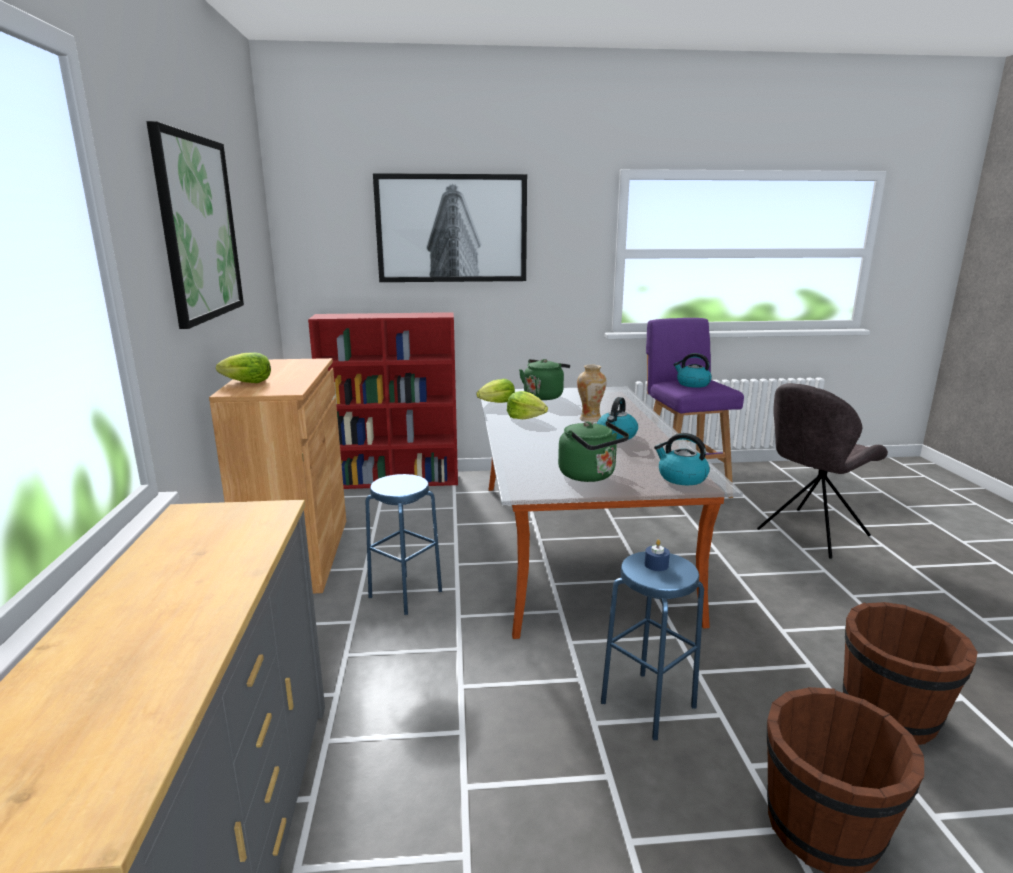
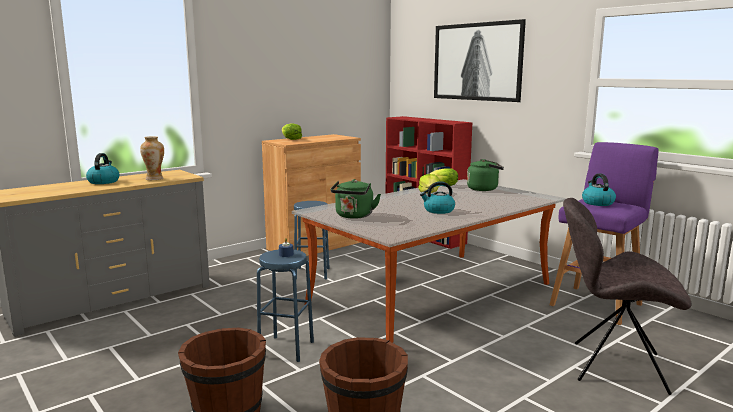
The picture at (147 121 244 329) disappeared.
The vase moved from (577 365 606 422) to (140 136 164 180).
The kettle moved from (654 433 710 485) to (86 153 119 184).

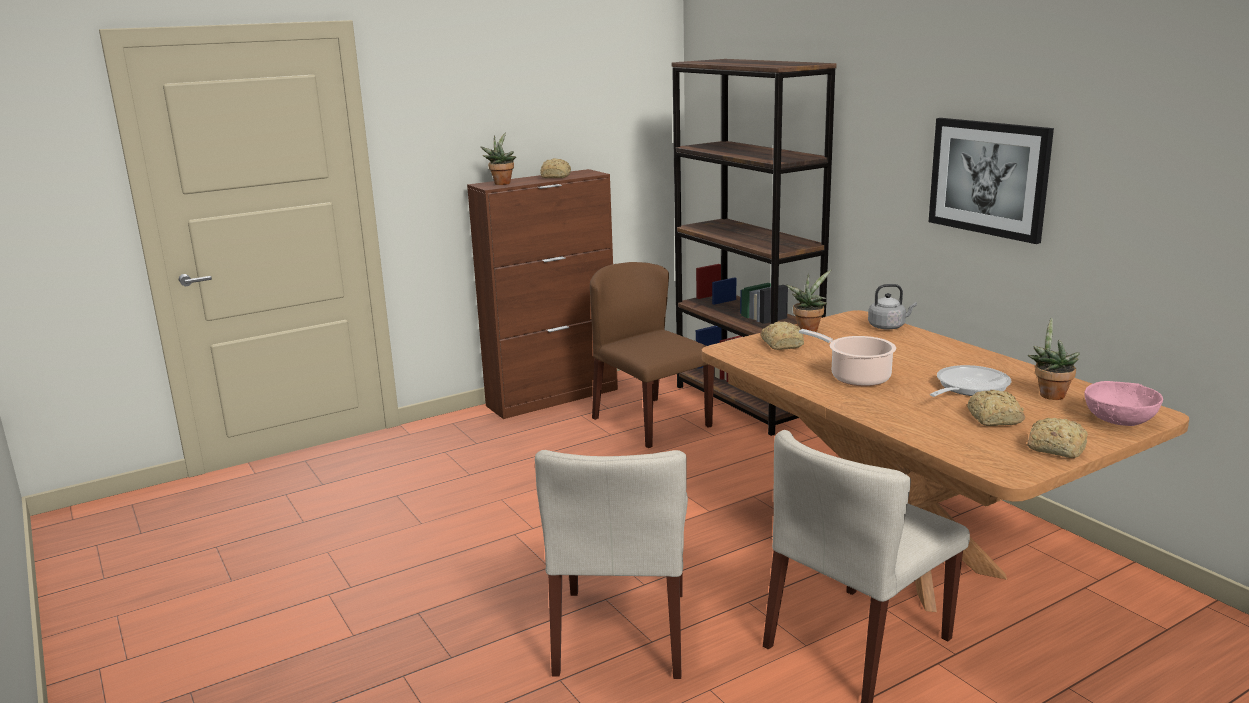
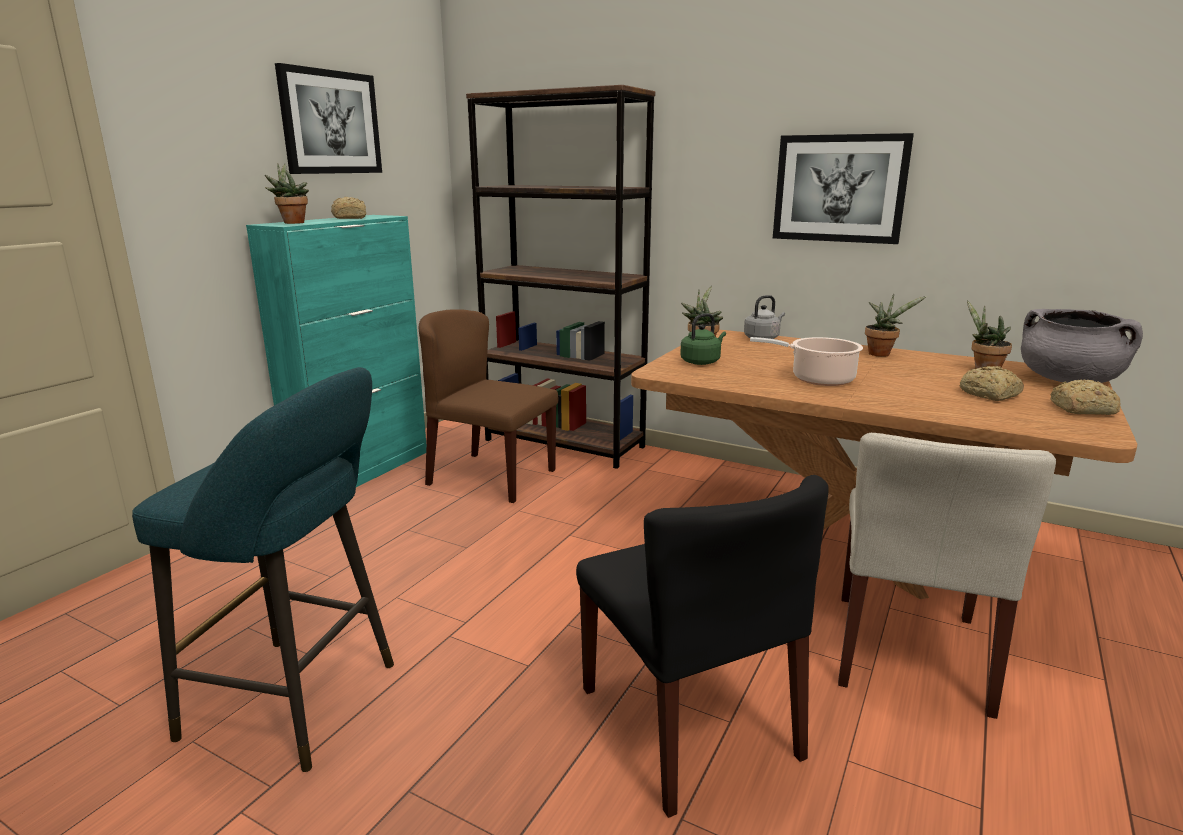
The cabinet/brown at (467 169 618 419) became the cabinet/turquoise at (246 215 426 487).
The bread at (760 321 804 350) was replaced by the kettle/green at (680 313 726 365).
The frying pan at (930 365 1011 397) disappeared.
The bowl/pink at (1084 381 1163 426) was replaced by the cooking pot/grey at (1021 309 1143 383).
The chair/beige at (535 450 688 679) became the chair/black at (576 475 829 818).
The picture at (275 63 382 174) appeared.
The potted plant at (865 294 927 357) appeared.
The stool/turquoise at (132 367 394 772) appeared.

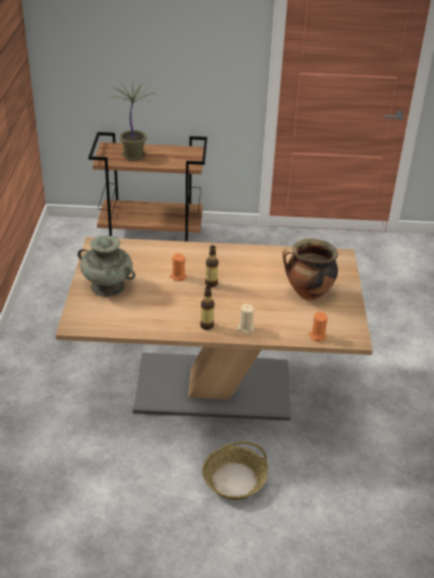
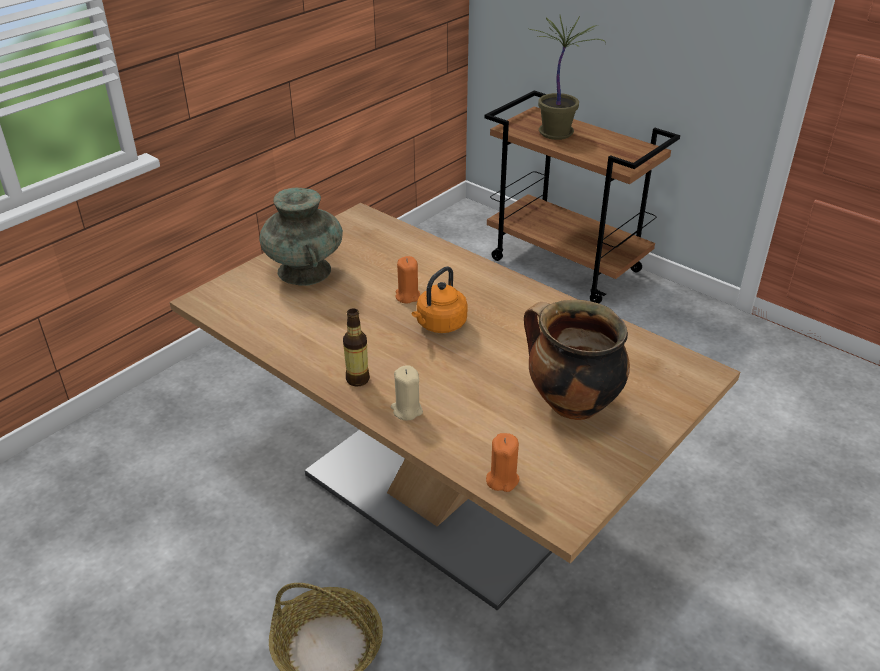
The bottle at (205 245 218 288) was replaced by the kettle/orange at (412 266 468 333).

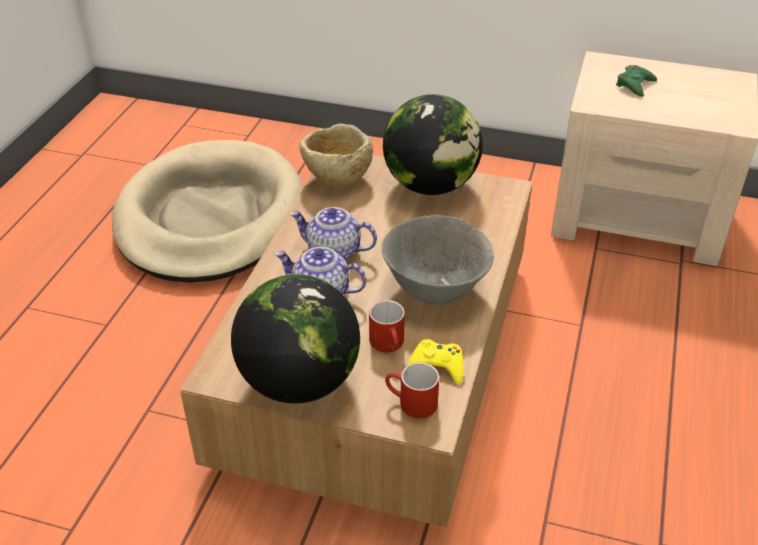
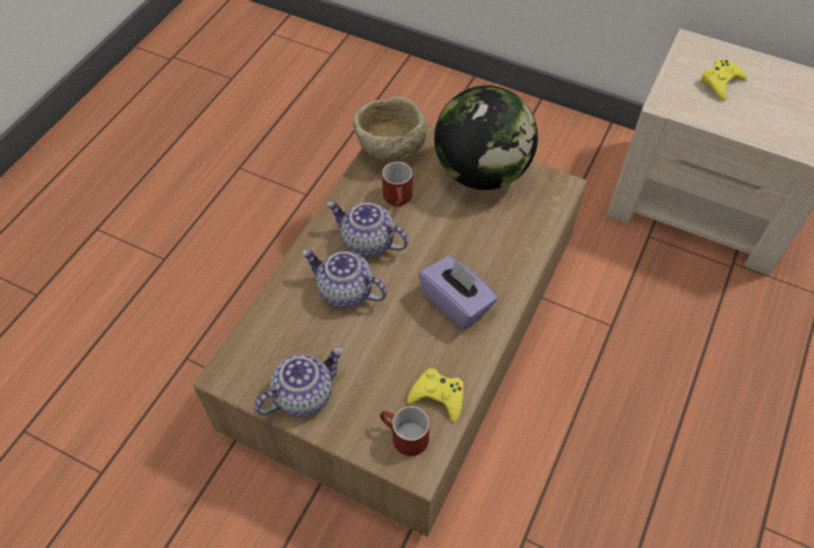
The game controller/green at (616 65 657 97) became the game controller/yellow at (700 59 747 101).
The dog bed/beige at (112 140 303 283) disappeared.
The bowl/grey at (382 215 494 304) was replaced by the tissue box/purple at (419 256 498 330).
The globe at (231 274 360 404) was replaced by the teapot at (255 347 344 417).
The mug/red moved from (369 300 405 352) to (382 162 413 207).

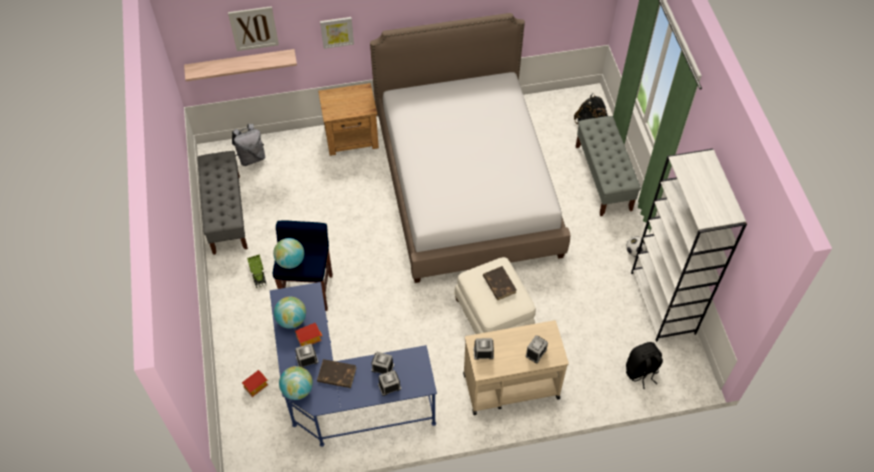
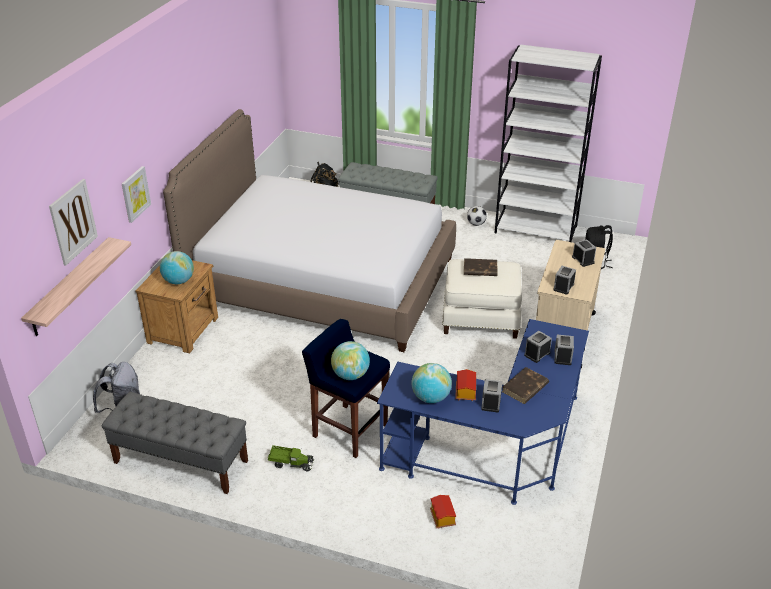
The globe moved from (279 366 313 400) to (160 251 194 284).

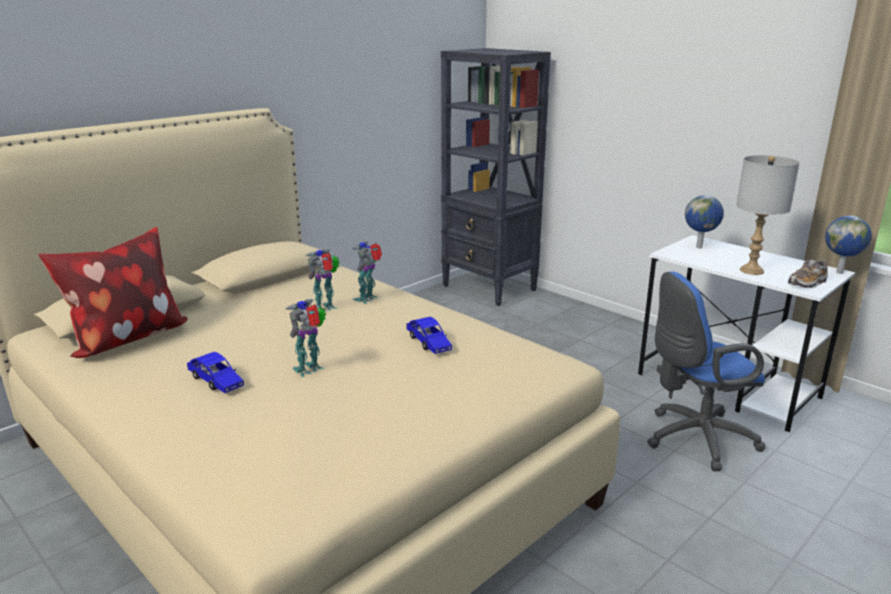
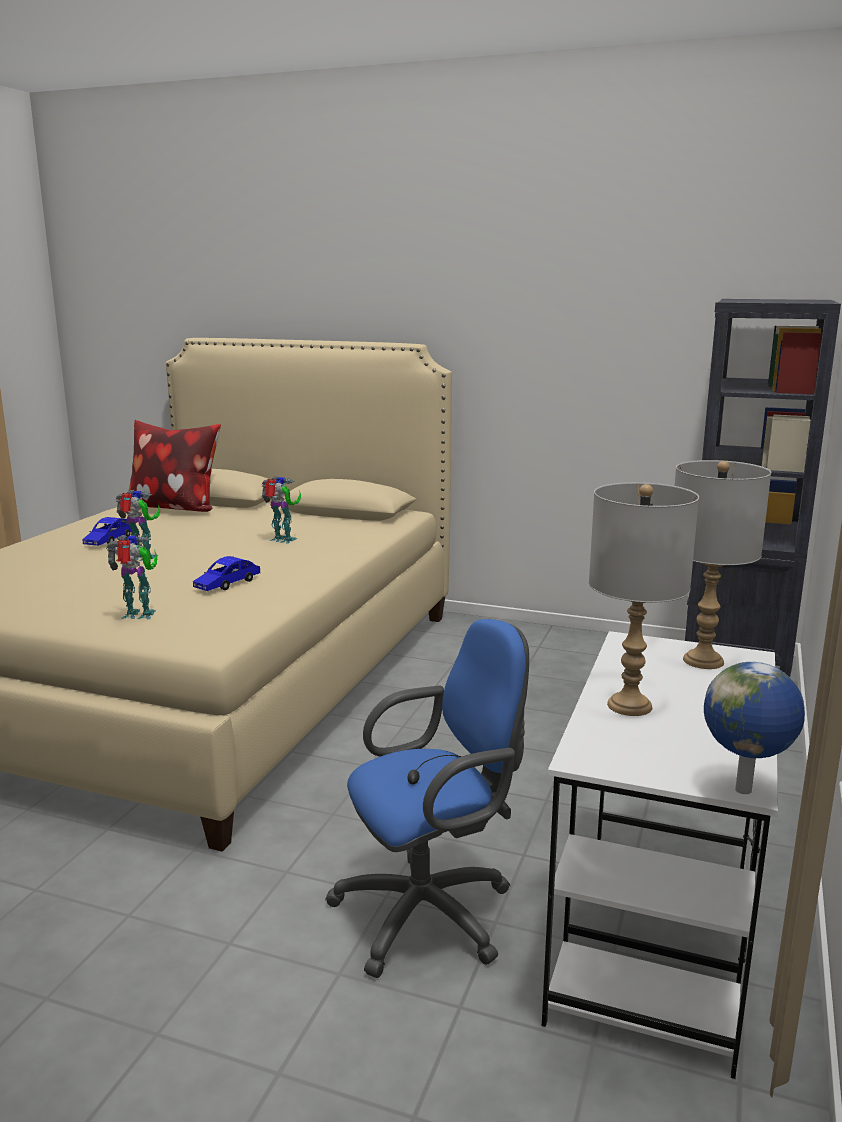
The globe at (685 195 724 248) was replaced by the table lamp/grey at (675 460 771 669).
The toy robot moved from (352 241 382 304) to (106 535 158 620).
The shoe at (788 260 828 288) disappeared.
The office chair/blue at (647 271 765 471) turned 105 degrees clockwise.

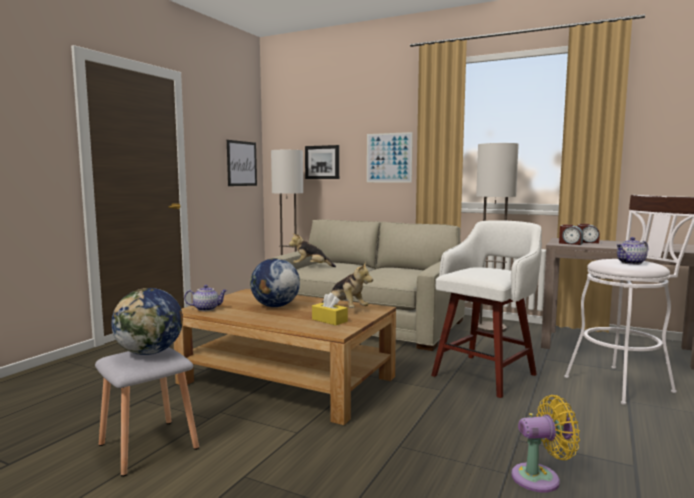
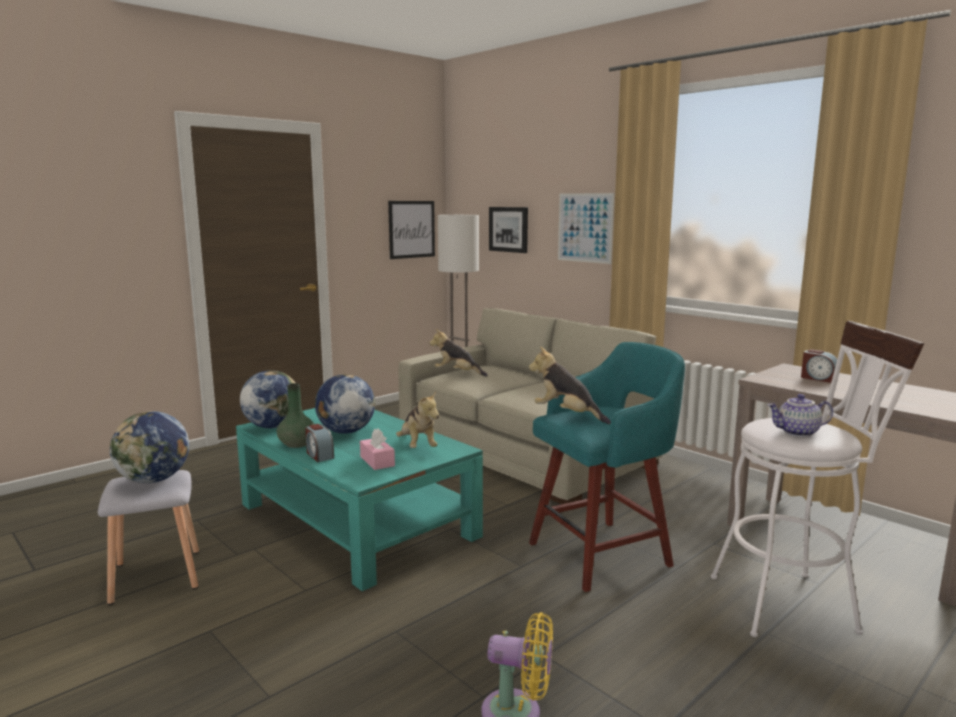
The floor lamp at (476 143 519 333) disappeared.
The stool/white at (431 220 542 398) became the stool/turquoise at (529 342 685 592).
The alarm clock moved from (559 224 583 245) to (305 424 334 462).
The teapot at (184 285 228 311) was replaced by the globe at (240 370 296 428).
The coffee table/brown at (174 289 396 425) became the coffee table/turquoise at (236 408 483 591).
The tissue box/yellow at (312 293 348 325) became the tissue box/pink at (360 428 395 470).
The plush toy at (529 346 611 424) appeared.
The vase/green at (277 383 314 448) appeared.

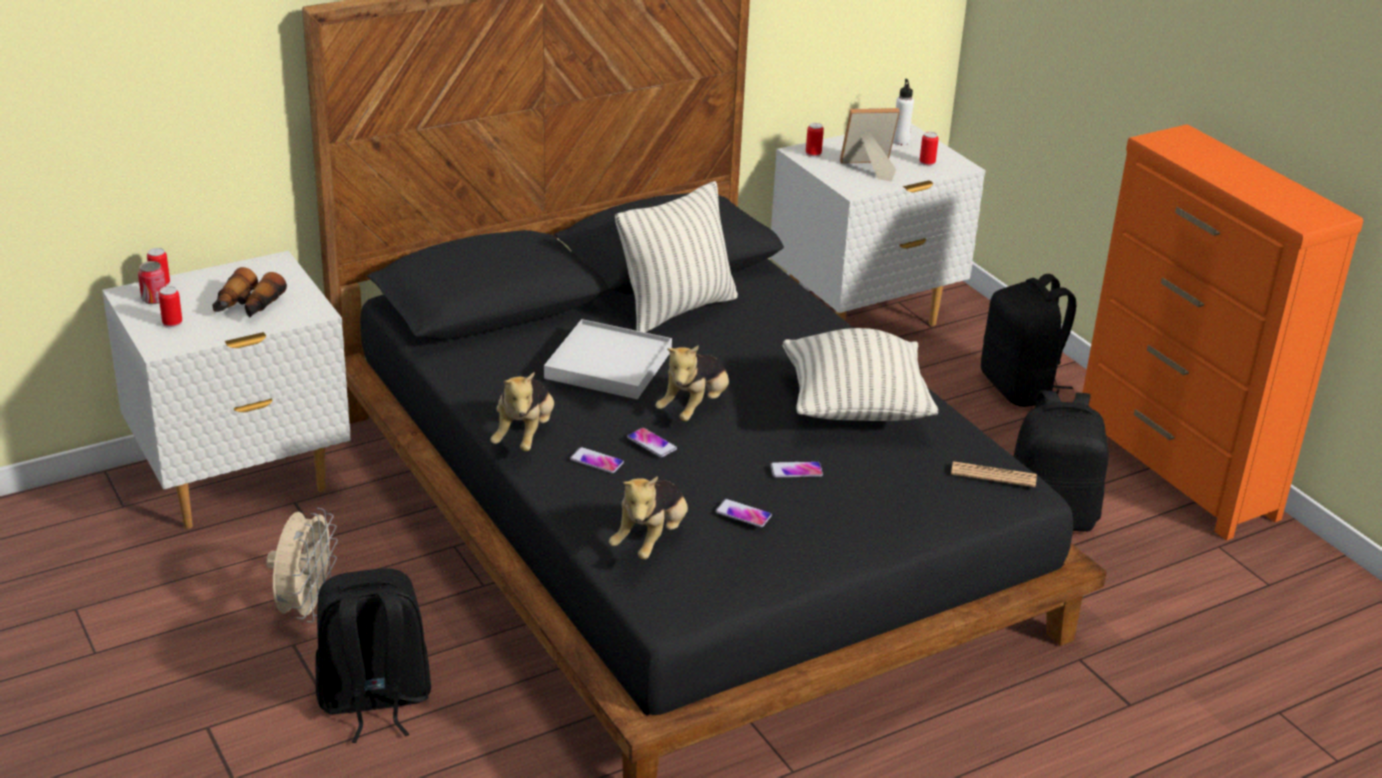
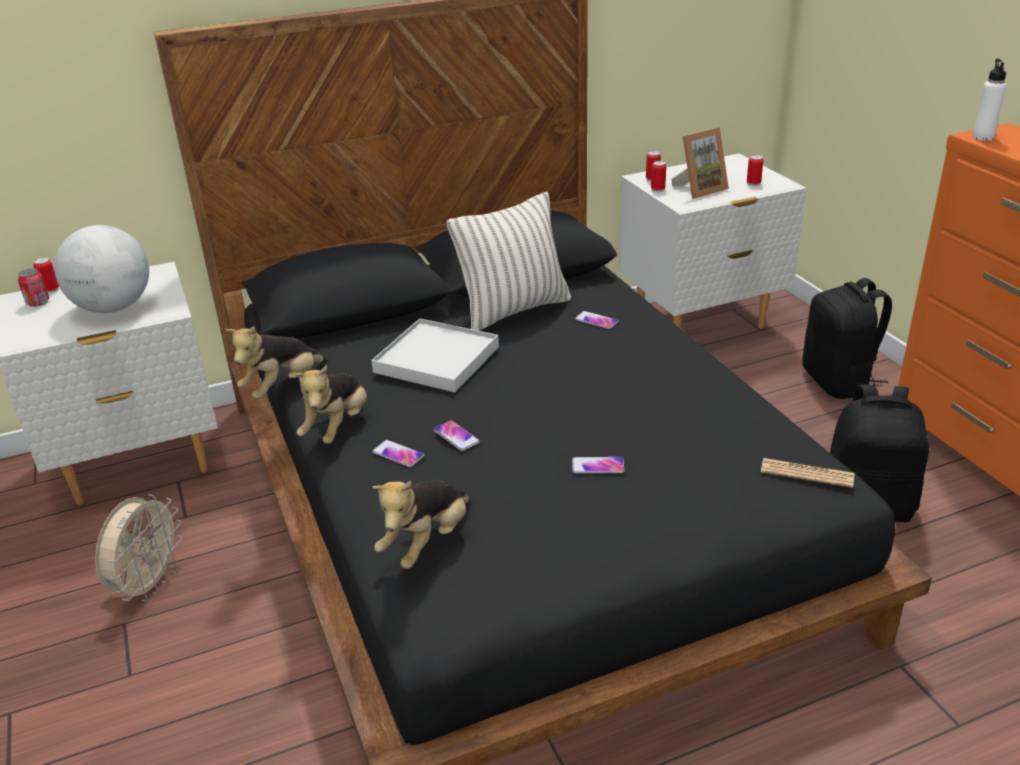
The bottle/white moved from (893 79 914 145) to (973 59 1007 141).
The picture frame at (840 108 900 182) turned 150 degrees clockwise.
The binoculars at (213 267 287 317) was replaced by the globe at (54 225 149 313).
The can moved from (158 286 182 329) to (651 161 666 192).
The pillow at (782 328 938 421) disappeared.
The plush toy moved from (655 345 729 421) to (225 326 327 399).
The phone moved from (715 499 772 527) to (575 311 619 329).
The backpack/black at (315 568 431 743) disappeared.

